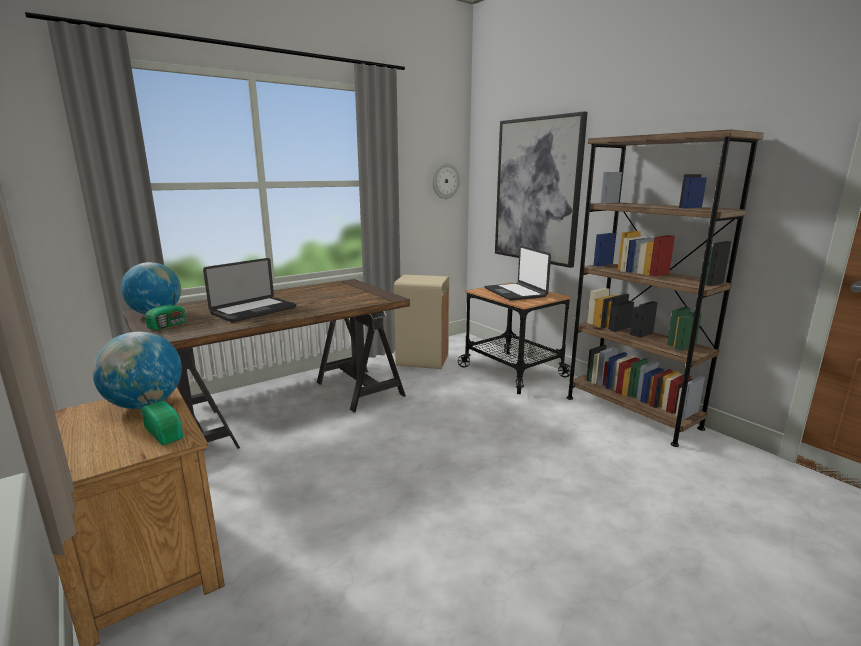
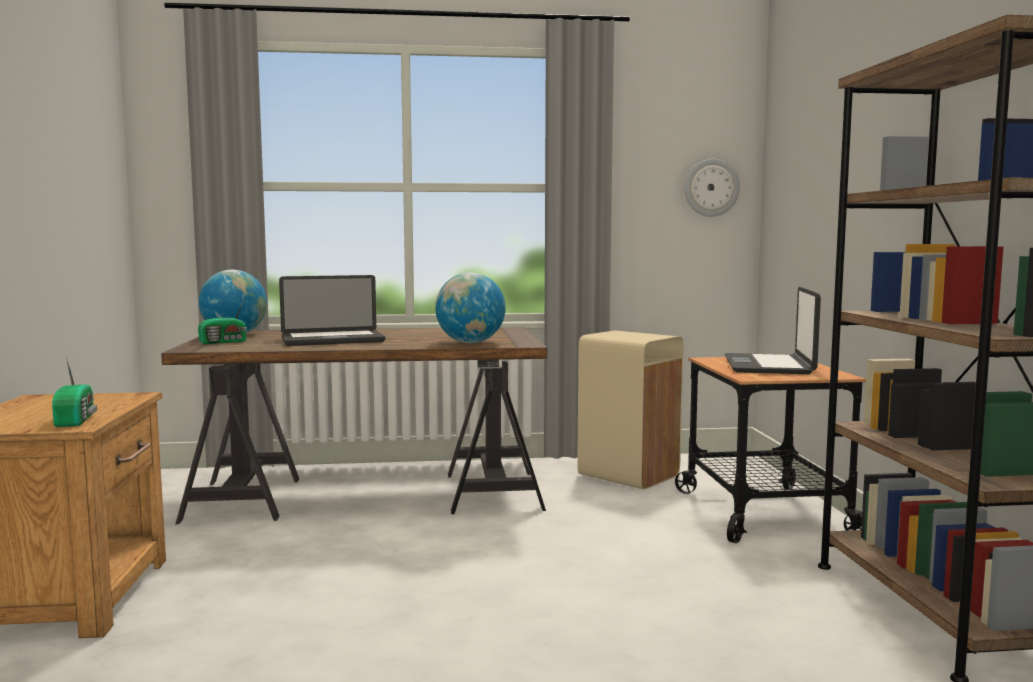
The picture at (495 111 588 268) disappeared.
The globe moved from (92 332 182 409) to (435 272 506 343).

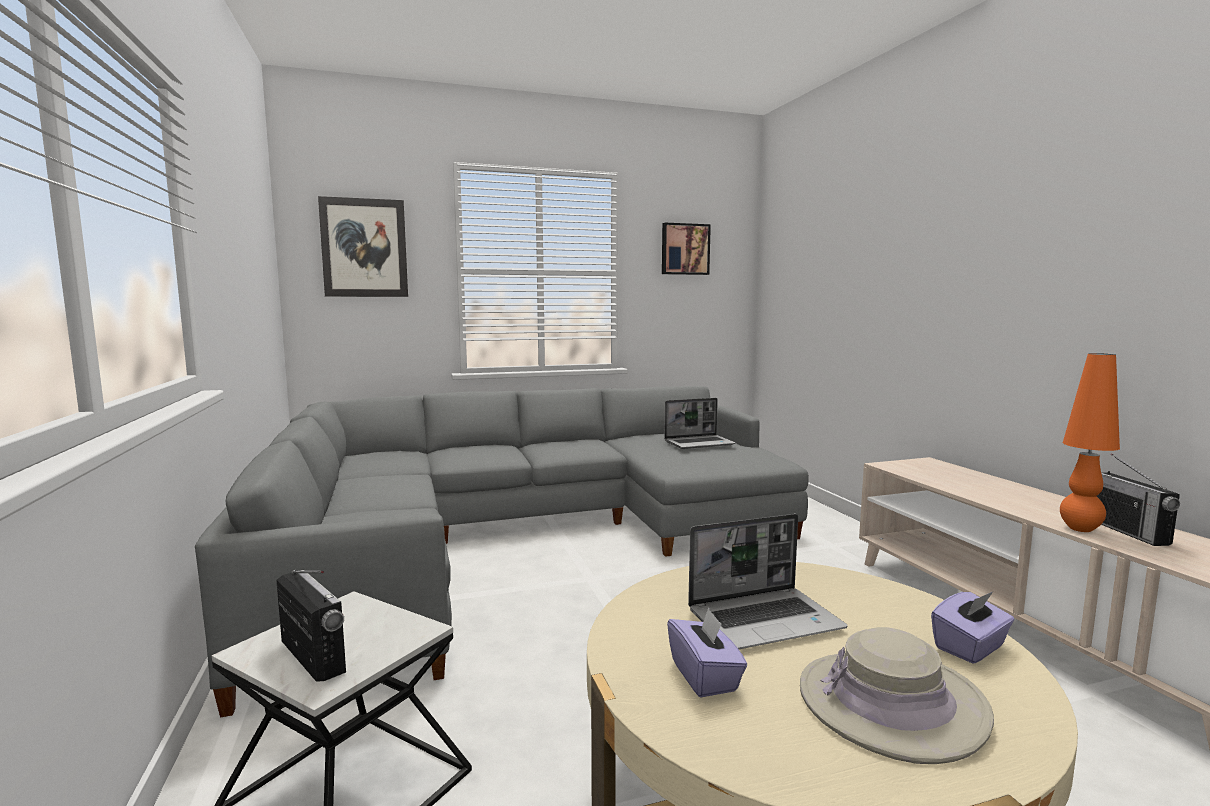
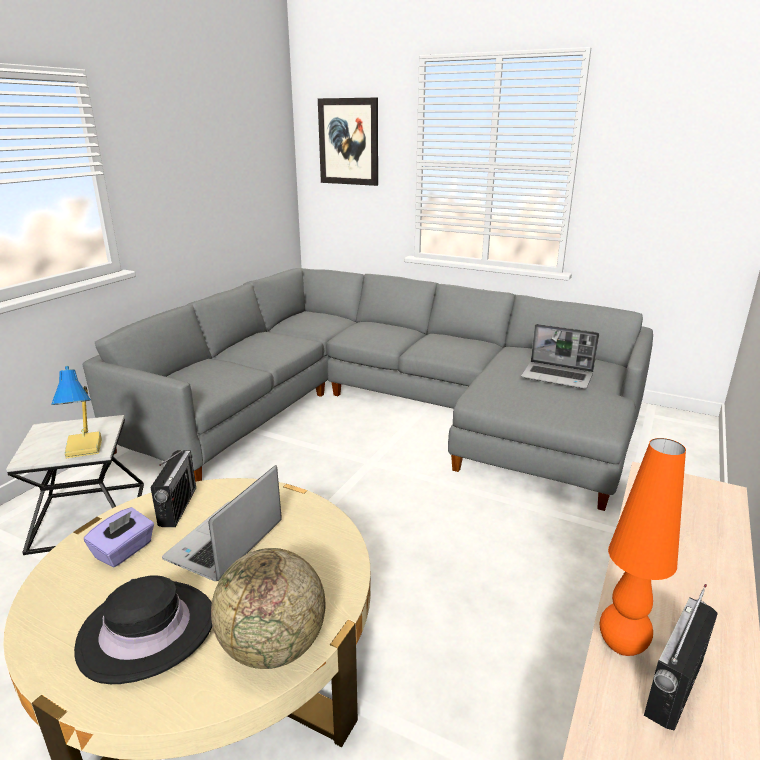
The picture at (662 223 711 275) disappeared.
The laptop at (688 514 847 649) turned 90 degrees clockwise.
The radio moved from (276 569 346 682) to (150 450 196 527).
The tissue box/purple at (931 592 1014 664) was replaced by the globe at (211 548 325 669).
The hat/beige at (800 627 994 764) became the hat/black at (74 576 213 684).
The table lamp at (51 366 102 459) appeared.

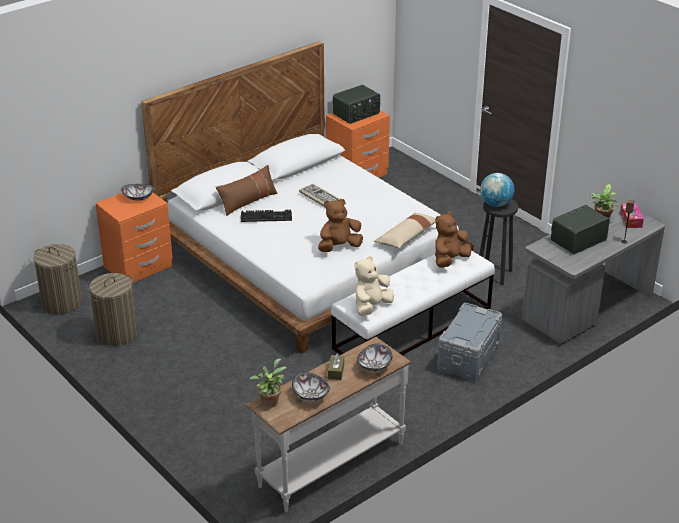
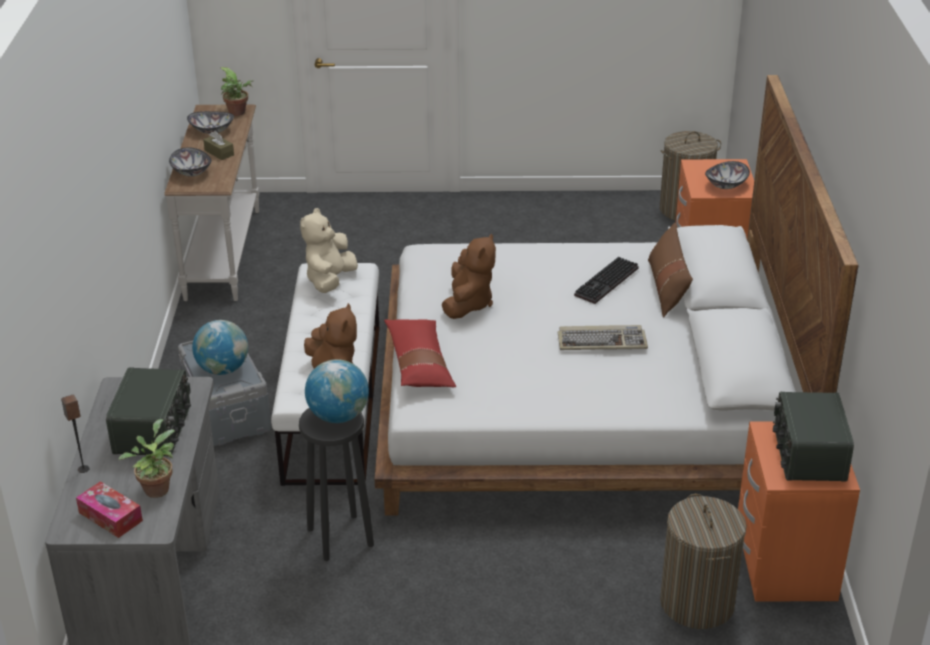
The pillow/beige at (374 213 436 248) became the pillow/red at (384 319 456 387).
The plush toy/beige at (354 256 394 316) turned 150 degrees counterclockwise.
The laundry basket moved from (88 273 138 346) to (660 494 747 629).
The globe at (192 320 248 375) appeared.

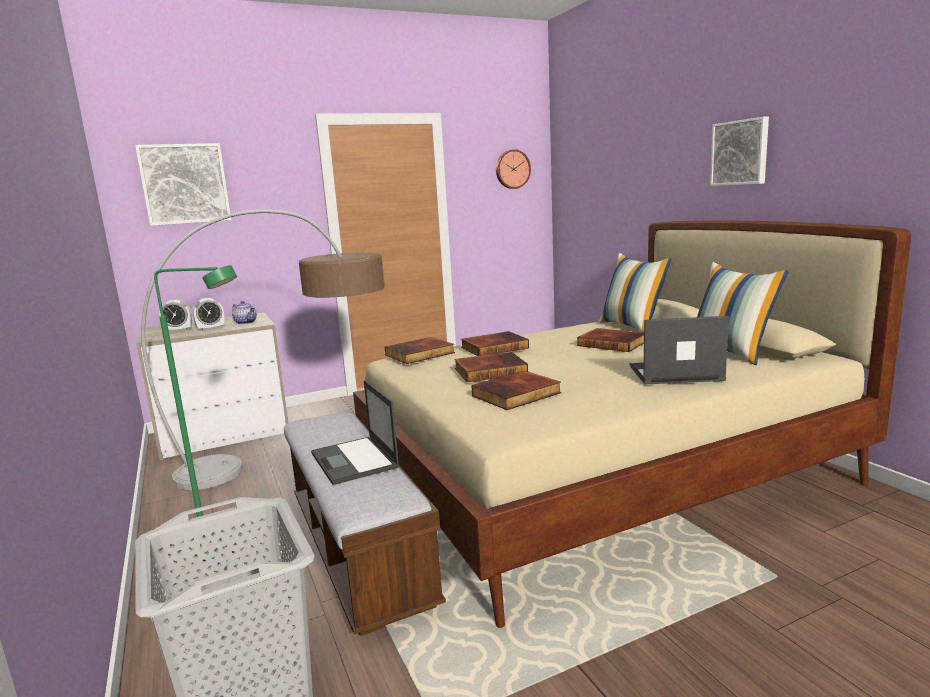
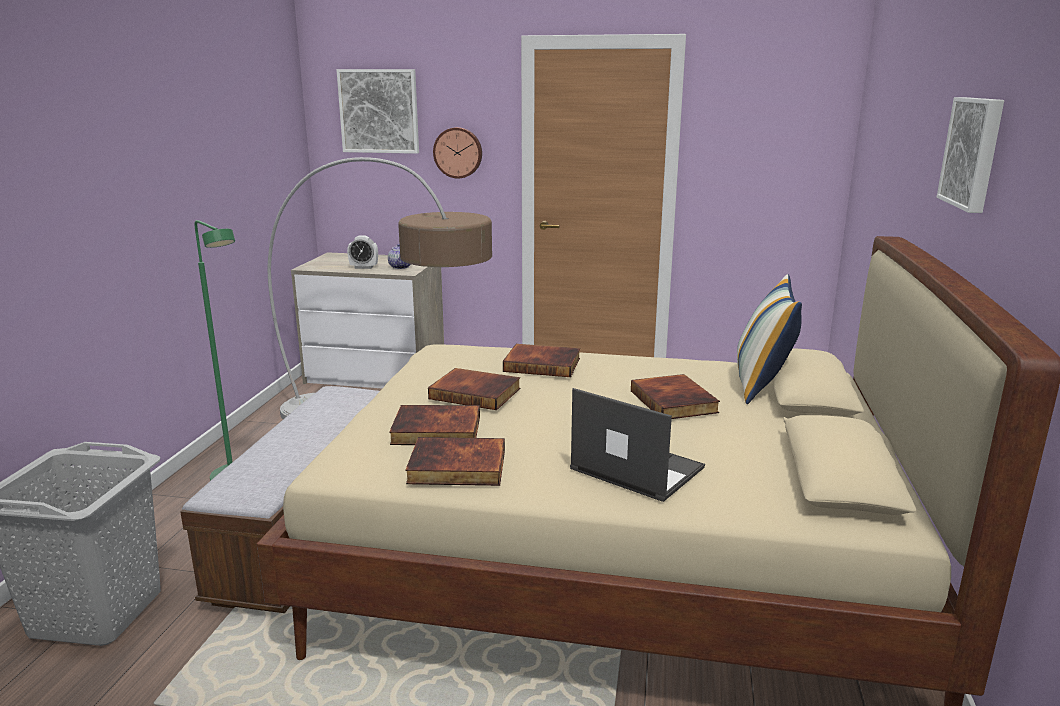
The wall clock moved from (496 149 531 189) to (433 127 482 179).
The pillow at (697 262 789 365) disappeared.
The alarm clock at (159 300 192 333) disappeared.
The book moved from (385 337 455 364) to (405 437 505 486).
The laptop at (311 380 400 485) disappeared.

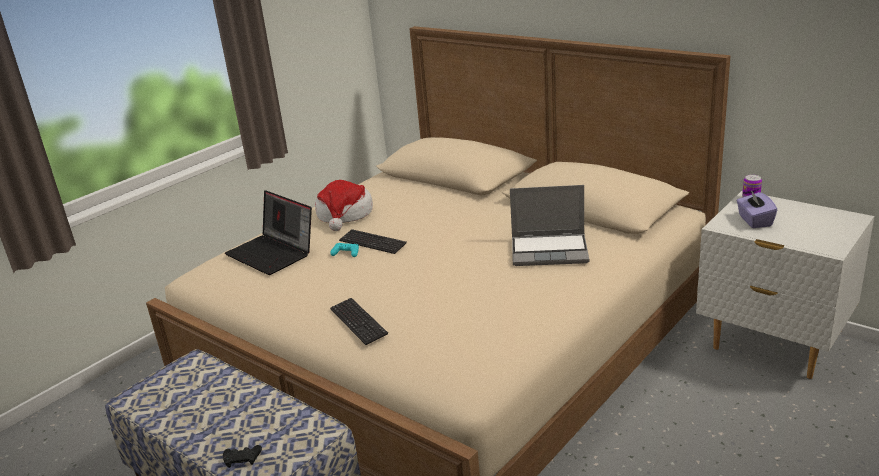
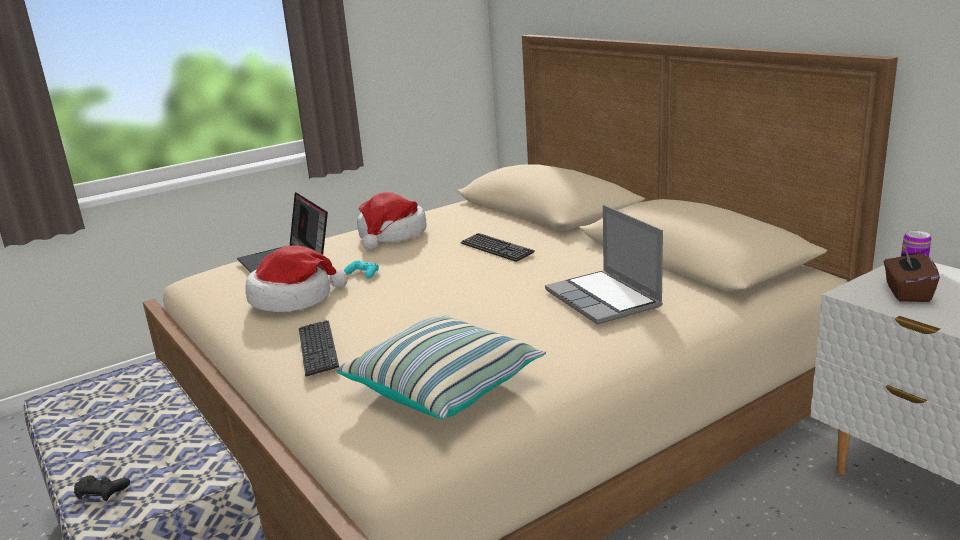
The laptop at (510 185 589 266) turned 45 degrees clockwise.
The tissue box/purple at (737 191 777 228) became the tissue box/brown at (884 248 940 302).
The keyboard moved from (339 229 407 254) to (461 233 535 262).
The hat at (246 245 348 312) appeared.
The pillow at (336 316 546 419) appeared.

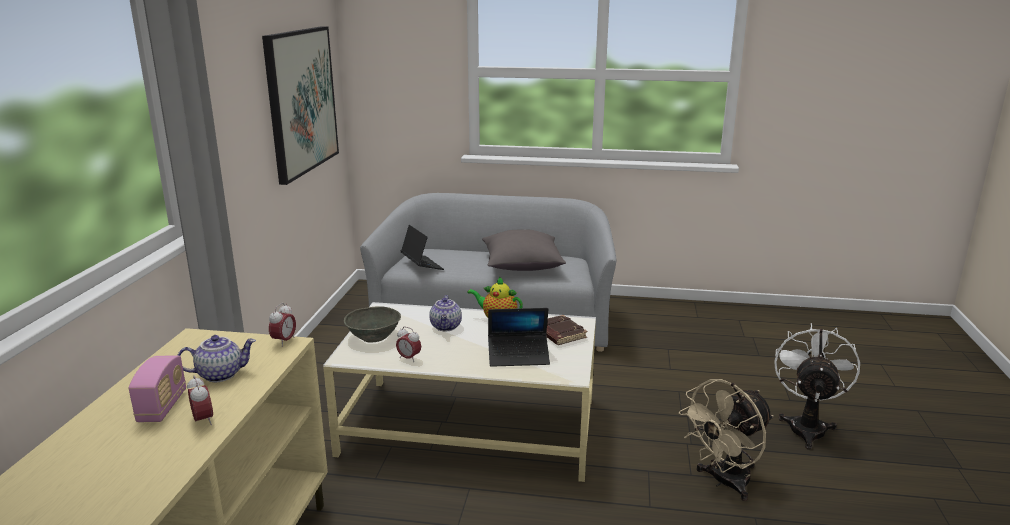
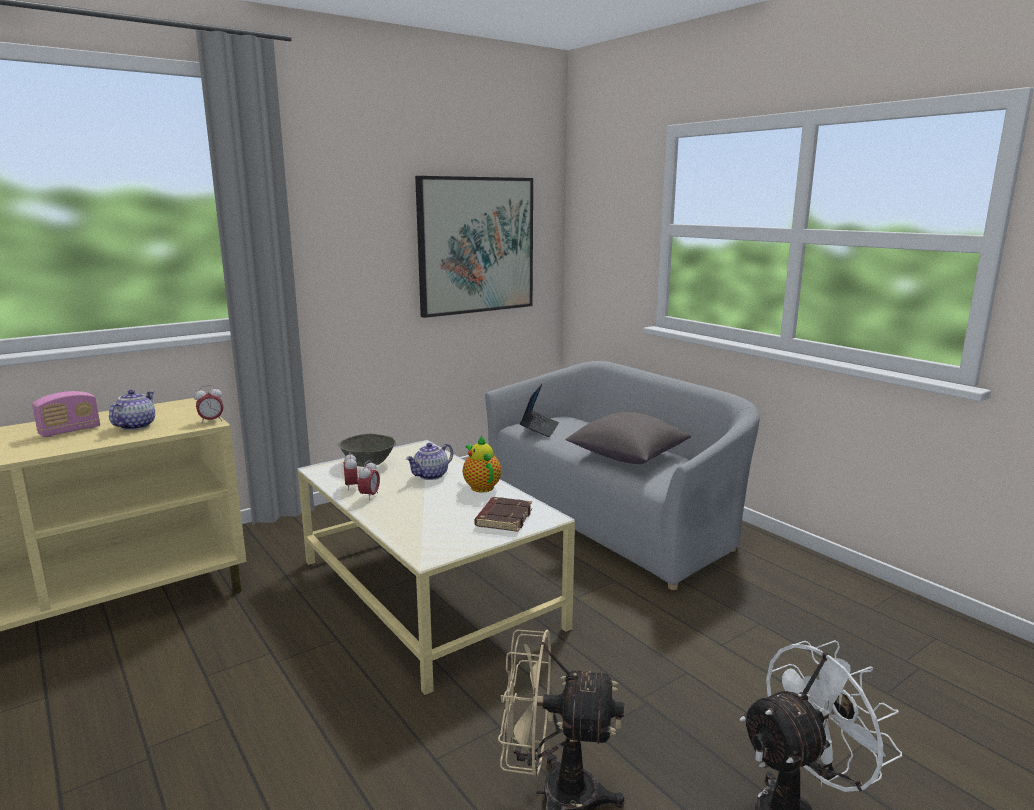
The laptop at (488 308 550 367) disappeared.
The teapot at (177 335 256 382) turned 105 degrees counterclockwise.
The alarm clock moved from (187 375 213 425) to (358 460 380 500).

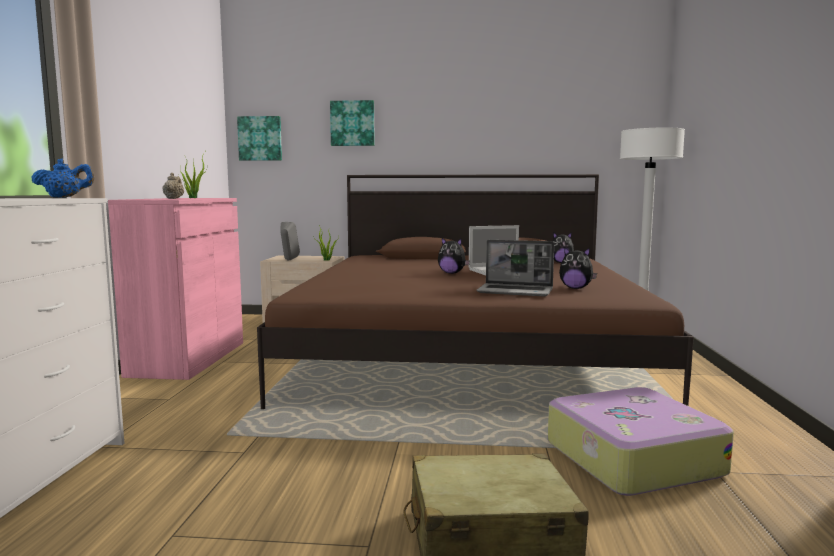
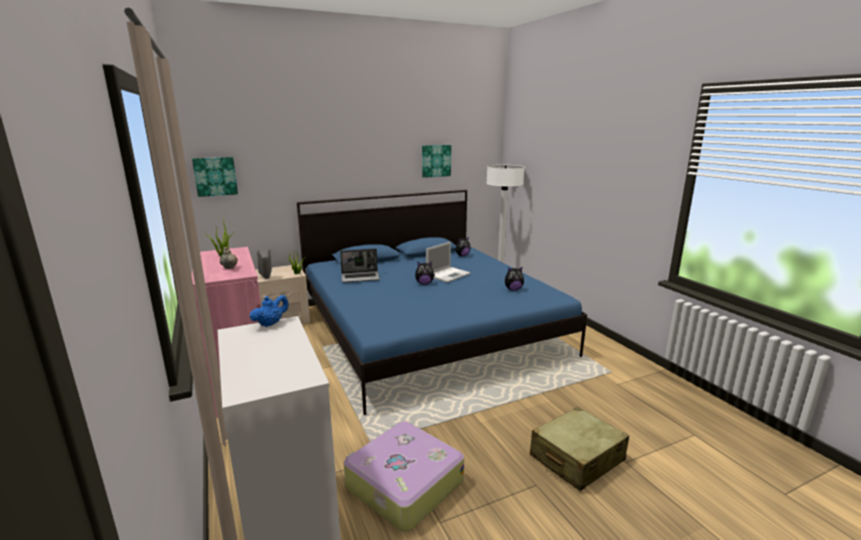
The picture moved from (330 100 375 146) to (422 145 451 178).
The bed/brown at (257 174 694 409) became the bed/blue at (297 190 587 415).
The laptop moved from (477 240 554 297) to (340 249 380 282).
The suitcase moved from (548 387 734 496) to (344 421 464 532).

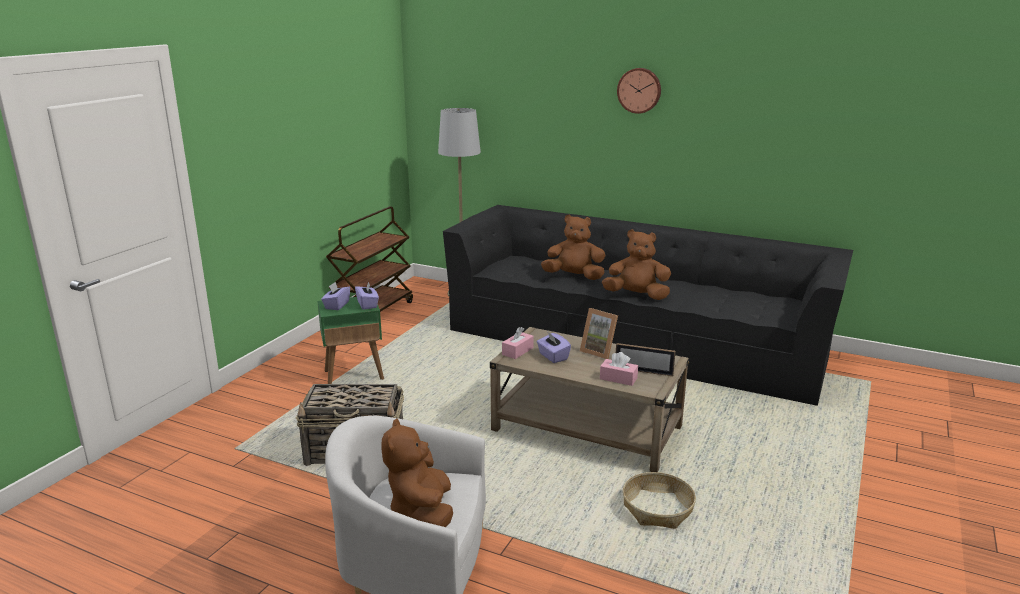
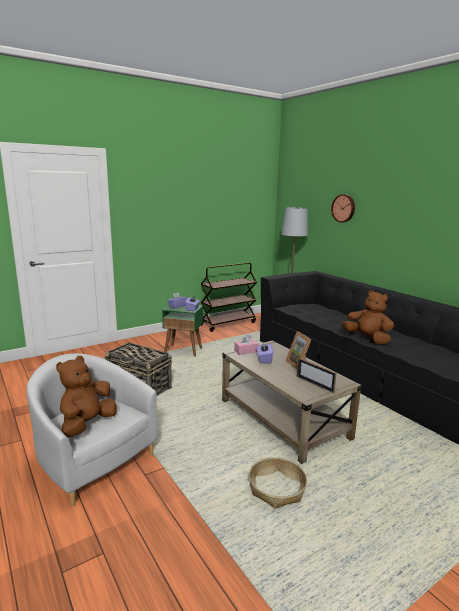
The wall clock moved from (617 68 661 114) to (331 194 355 223).
The plush toy/brown at (541 214 605 280) disappeared.
The tissue box/pink at (600 352 638 386) disappeared.

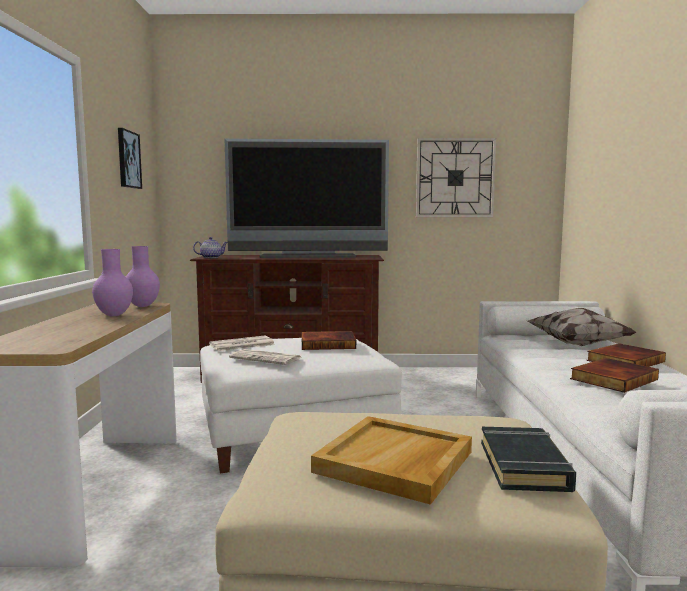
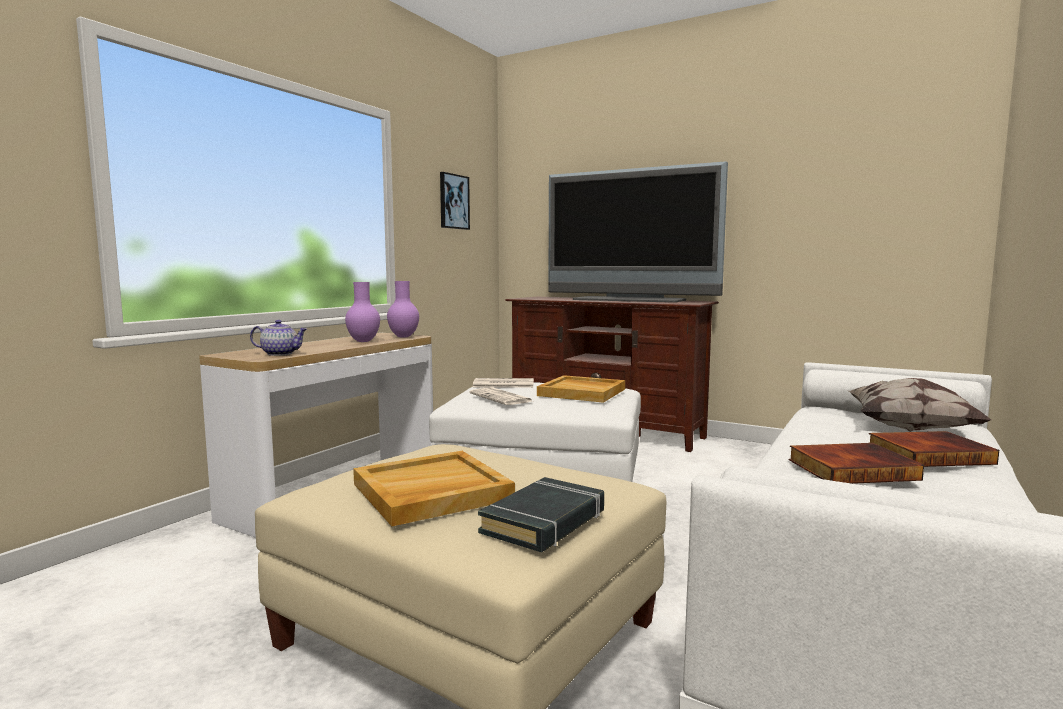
The wall clock at (416 138 496 217) disappeared.
The teapot moved from (193 237 228 258) to (250 320 307 356).
The book at (301 331 356 350) was replaced by the tray/beige at (537 375 625 403).

